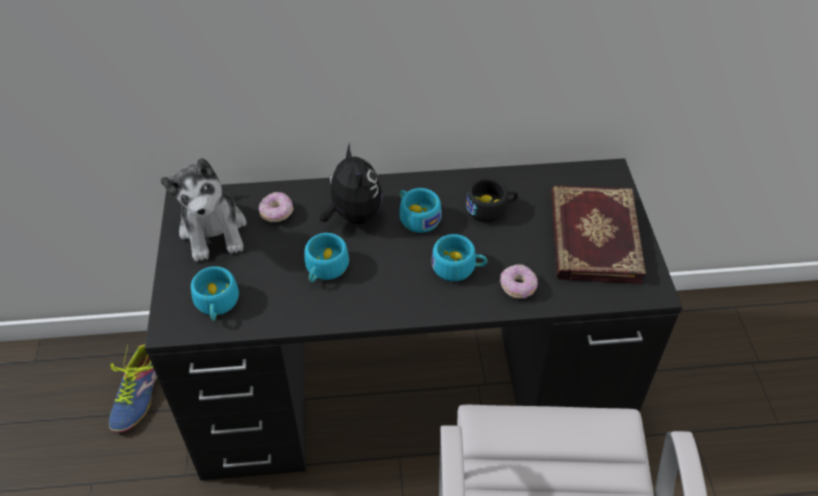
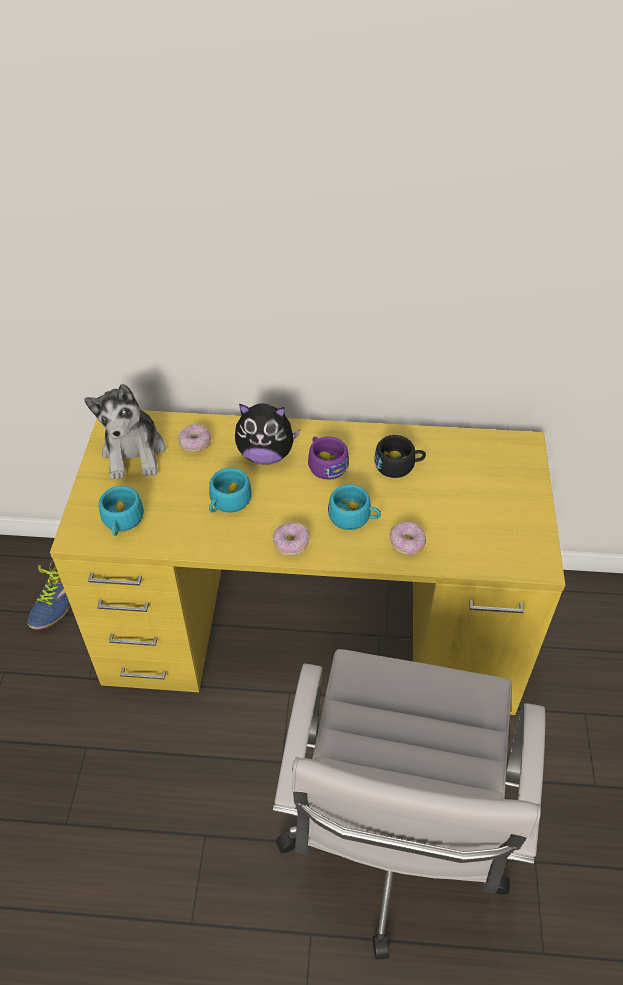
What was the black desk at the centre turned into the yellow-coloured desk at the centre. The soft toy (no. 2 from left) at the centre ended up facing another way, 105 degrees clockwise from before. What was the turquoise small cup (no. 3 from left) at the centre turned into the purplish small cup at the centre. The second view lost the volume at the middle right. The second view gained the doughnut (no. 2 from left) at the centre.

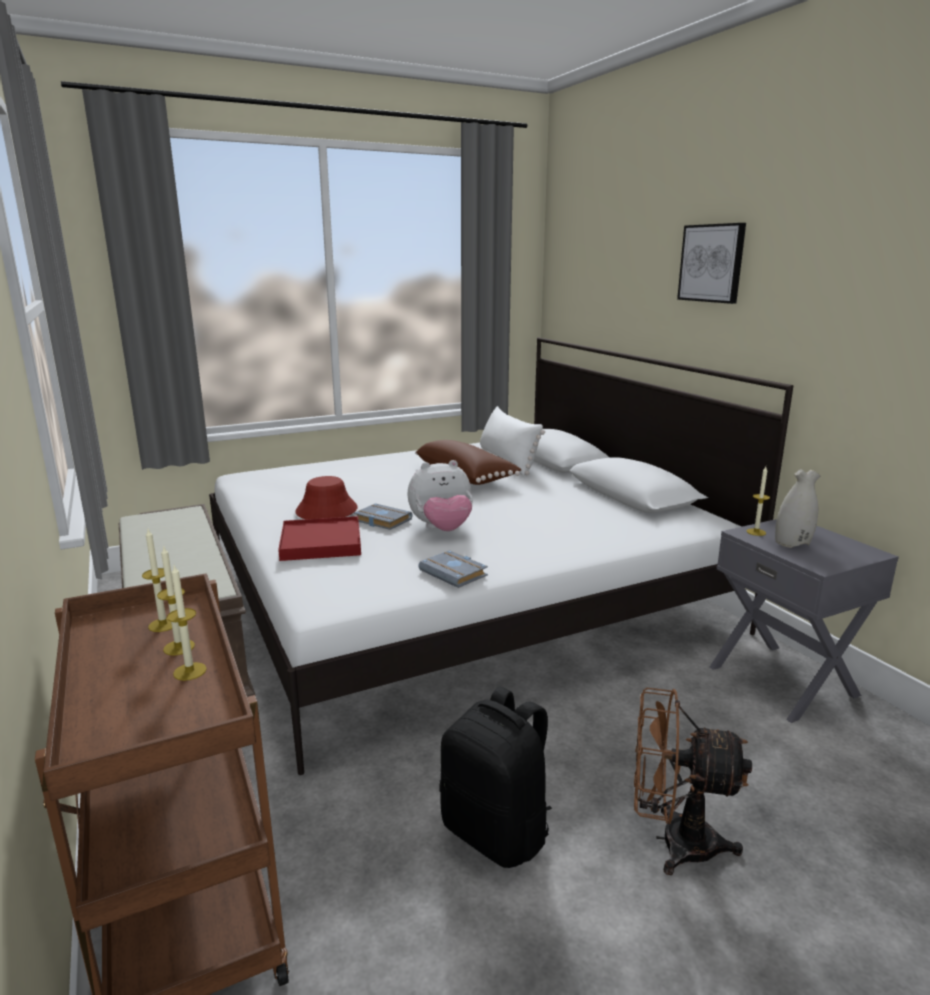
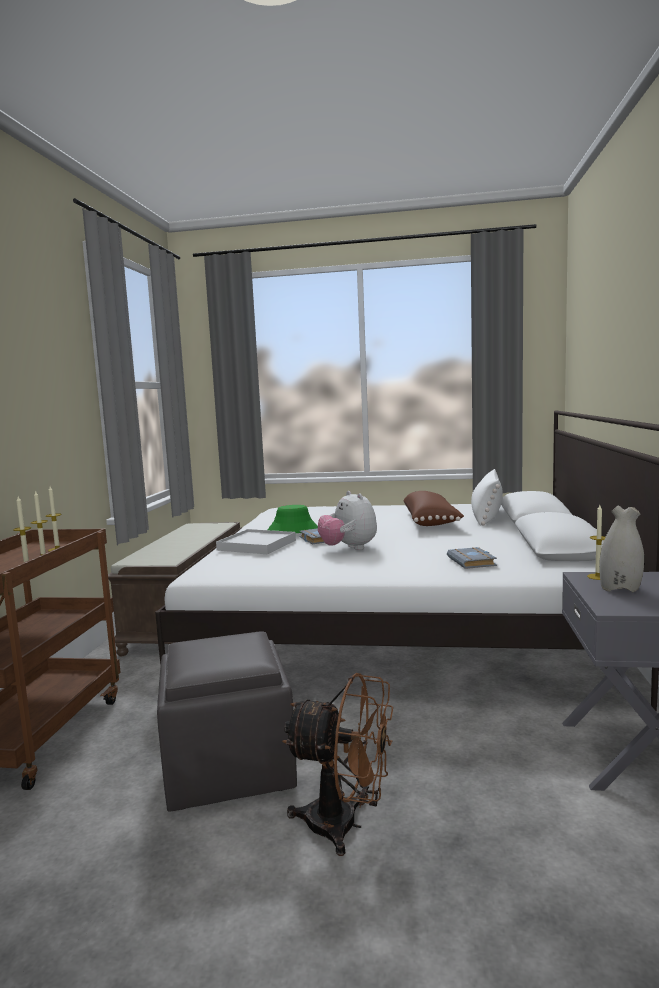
What was the red-coloured carrying tray at the centre turned into the white-coloured carrying tray at the centre. What was the red-coloured wearable hat at the centre turned into the greenish wearable hat at the centre. The soft toy at the centre ended up facing another way, 45 degrees clockwise from before. The gray volume (no. 2 from left) ended up elsewhere, having gone from the centre to the middle right. Where the black backpack stood at the bottom centre, the gray ottoman came to stand at the bottom centre. The brownish fan at the bottom right ended up facing another way, 150 degrees clockwise from before. The second view lost the wall art at the top right.

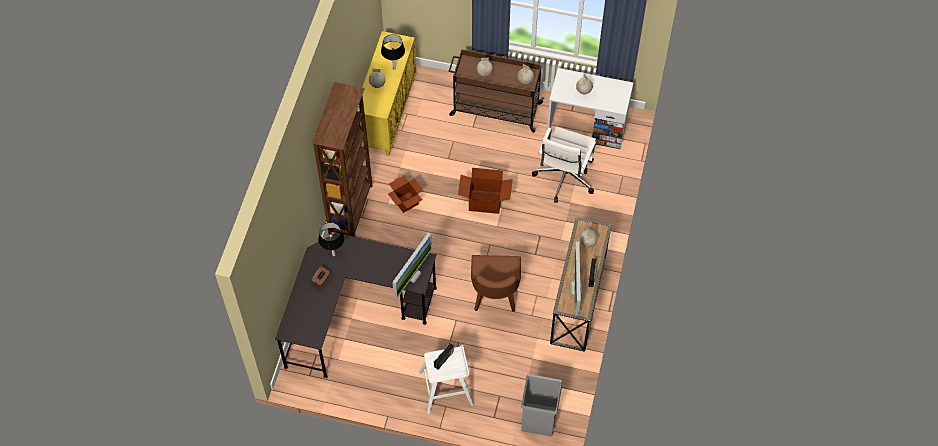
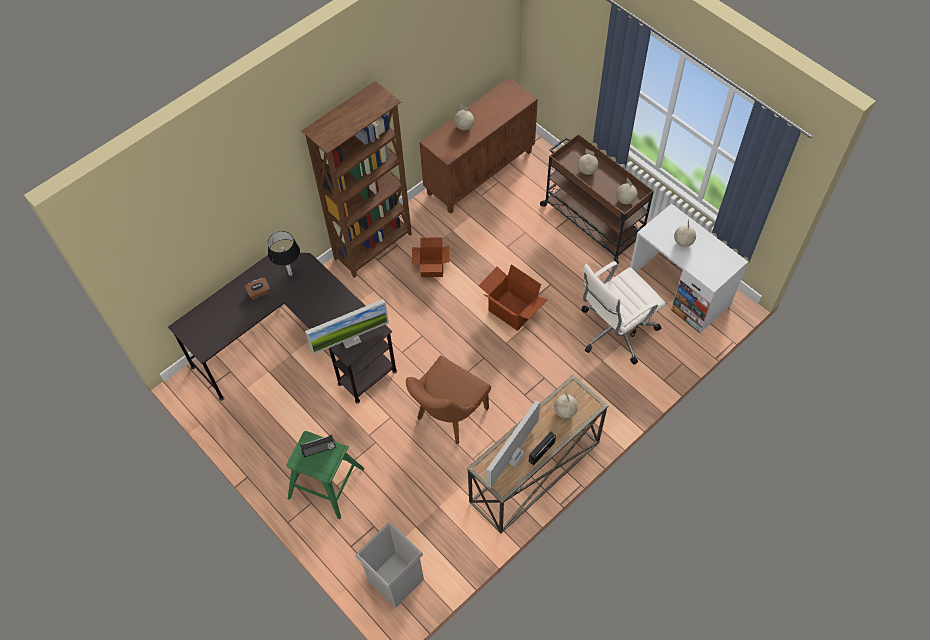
What was the yellow-coloured cabinet at the top centre turned into the brownish cabinet at the top centre. The second view lost the black lamp for a table (no. 2 from left) at the top centre. What was the white-coloured sitting stool at the bottom centre turned into the greenish sitting stool at the bottom centre.

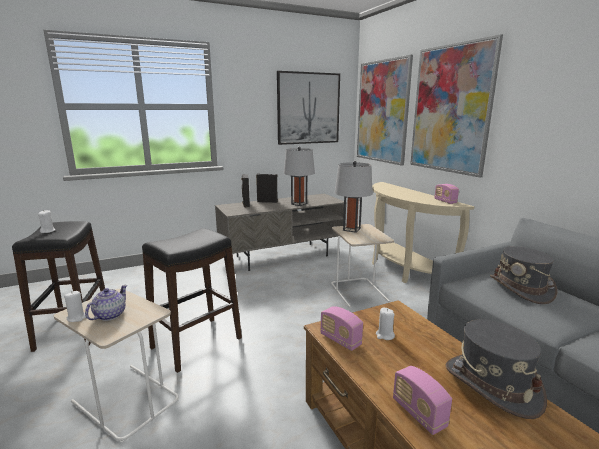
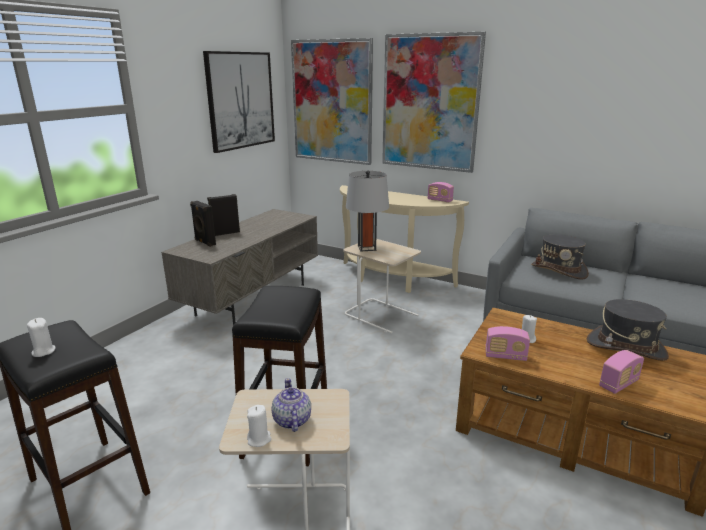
The second view lost the gray lamp for a table (no. 1 from left) at the centre. The radio (no. 2 from left in the first image) at the bottom right ended up facing another way, 60 degrees counterclockwise from before.

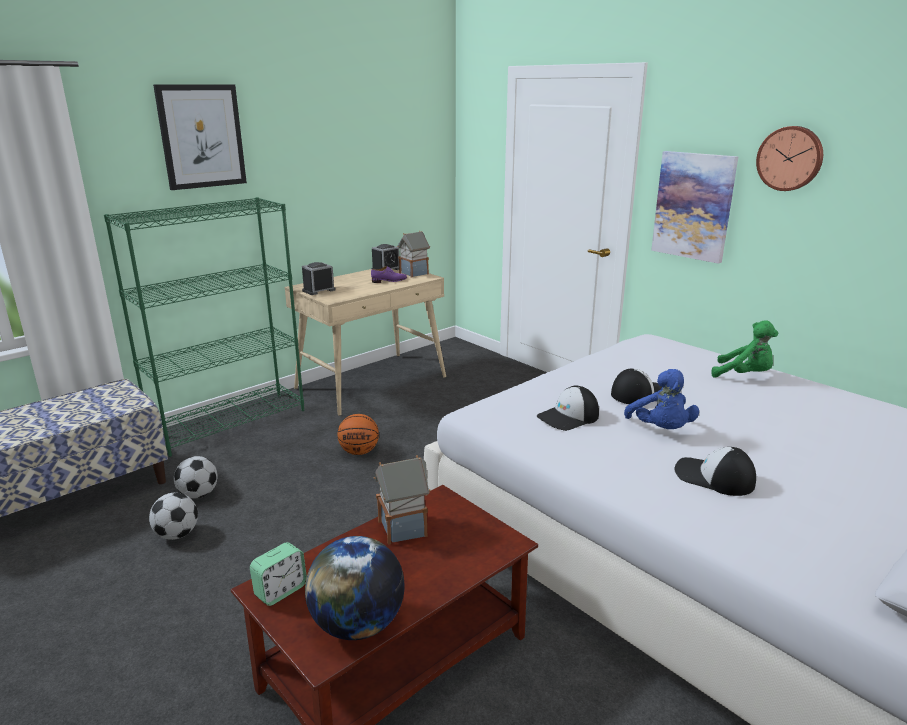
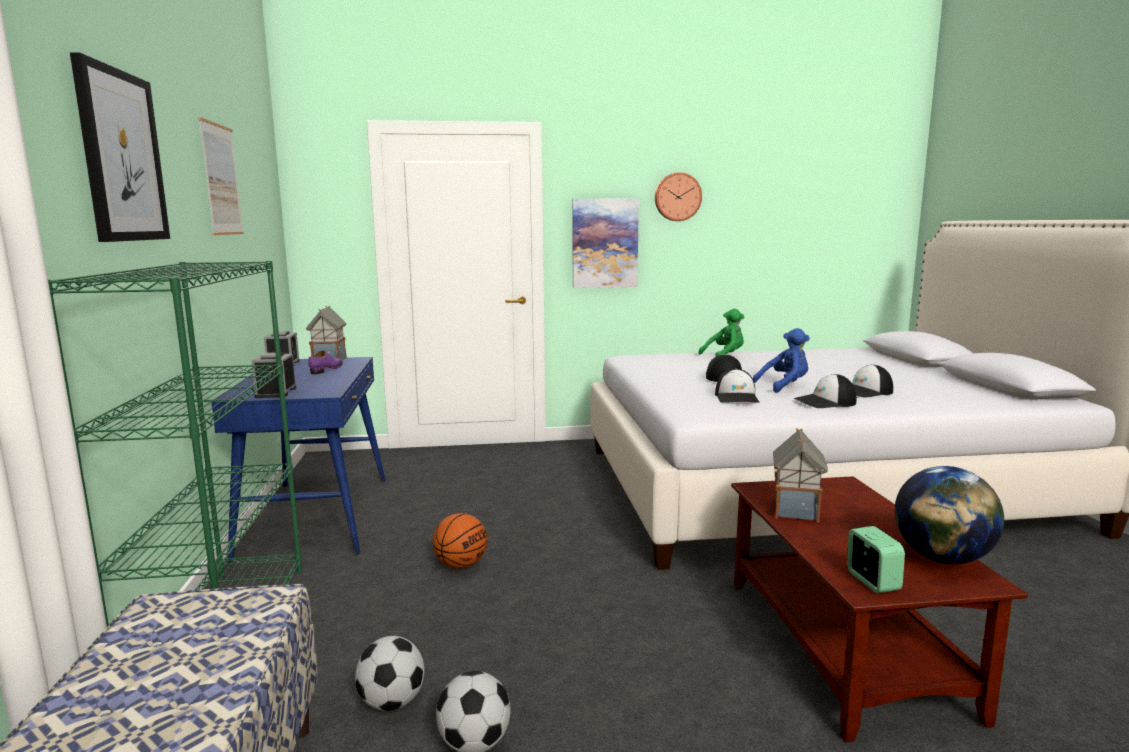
What was the sand-coloured desk at the centre turned into the blue-coloured desk at the middle left. The blue-coloured soft toy at the middle right ended up facing another way, 45 degrees counterclockwise from before. The second view gained the wall art (no. 2 from left) at the top left. The second view gained the baseball cap (no. 3 from left) at the middle right.

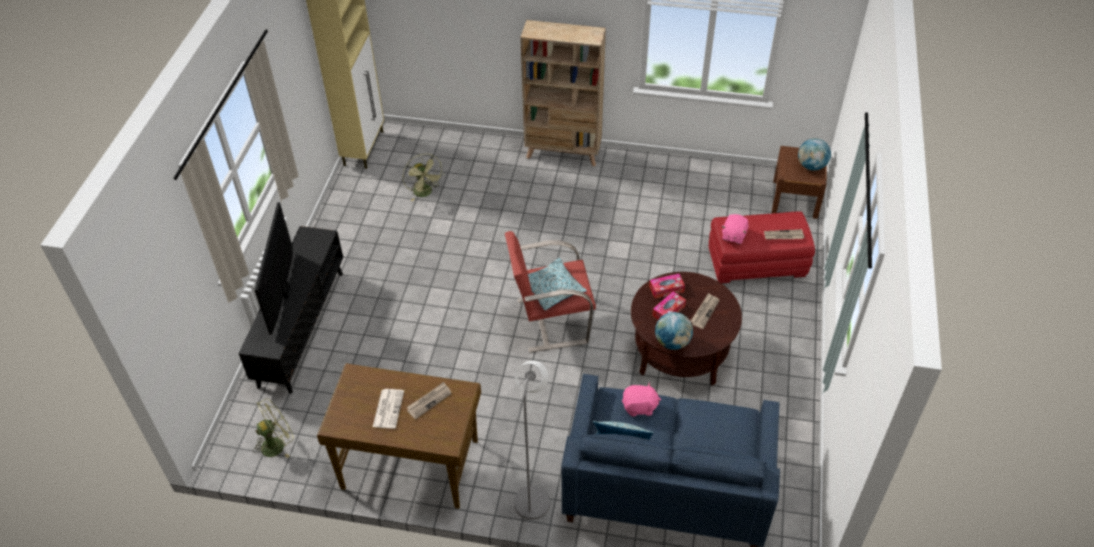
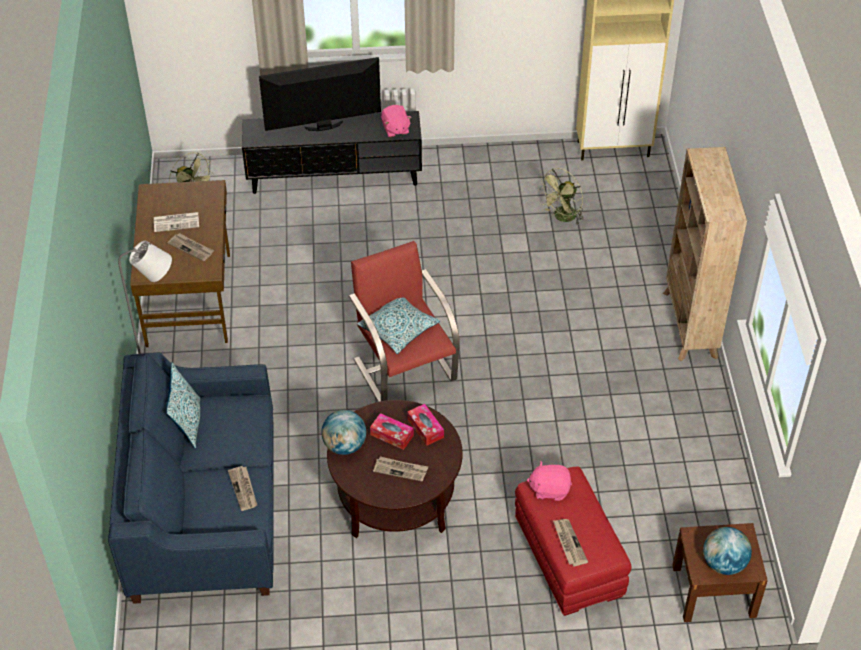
The pink-coloured soft toy (no. 1 from left) ended up elsewhere, having gone from the bottom centre to the top centre. The second view gained the daily paper (no. 3 from left) at the bottom left.

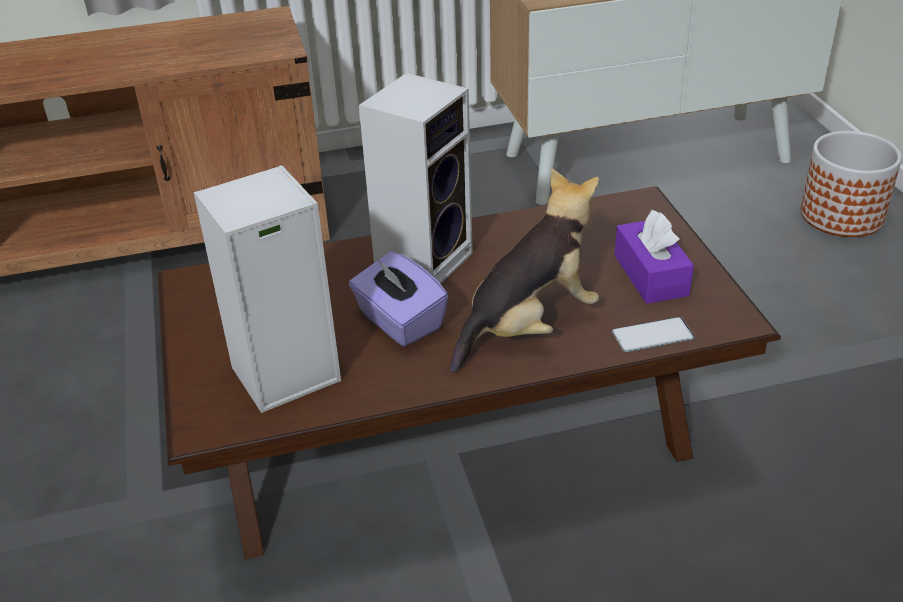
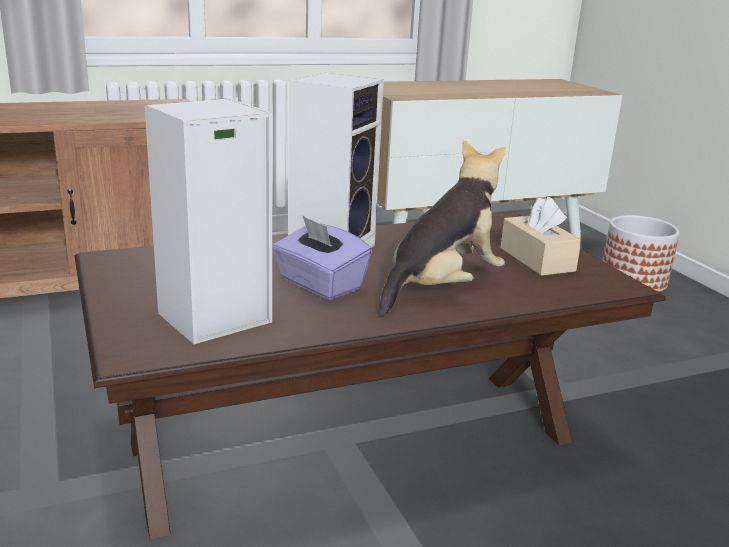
The second view lost the phone at the middle right. What was the purplish box of tissues (no. 2 from left) at the middle right turned into the sand-coloured box of tissues at the middle right.

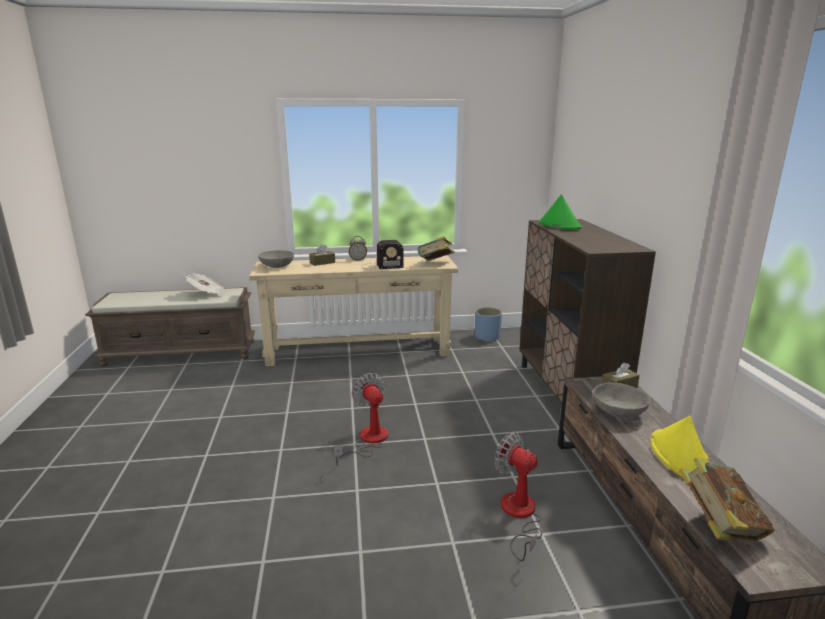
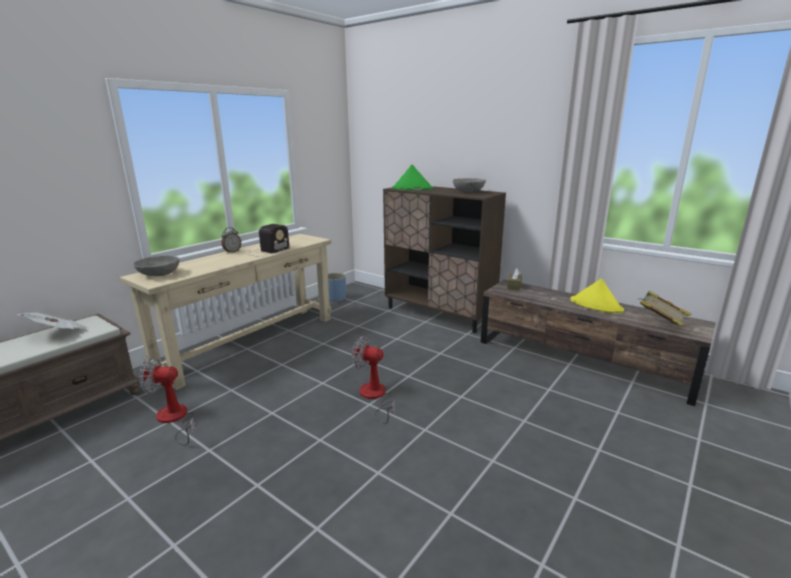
The second view lost the brownish box of tissues (no. 1 from left) at the centre. The second view lost the volume (no. 1 from left) at the centre. The fan (no. 2 from left in the first image) ended up elsewhere, having gone from the bottom centre to the bottom left. The gray serving bowl (no. 2 from left) ended up elsewhere, having gone from the middle right to the top centre.

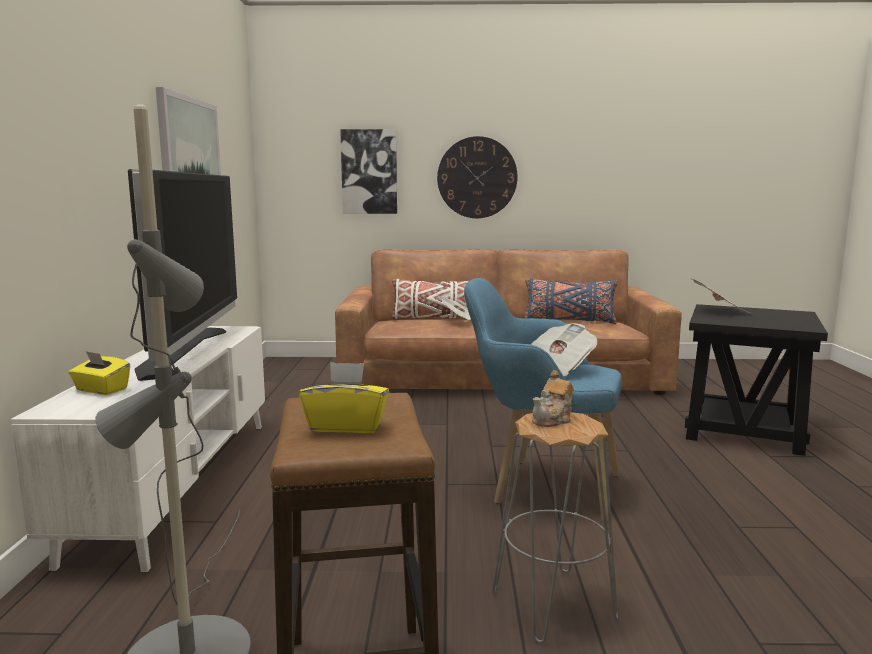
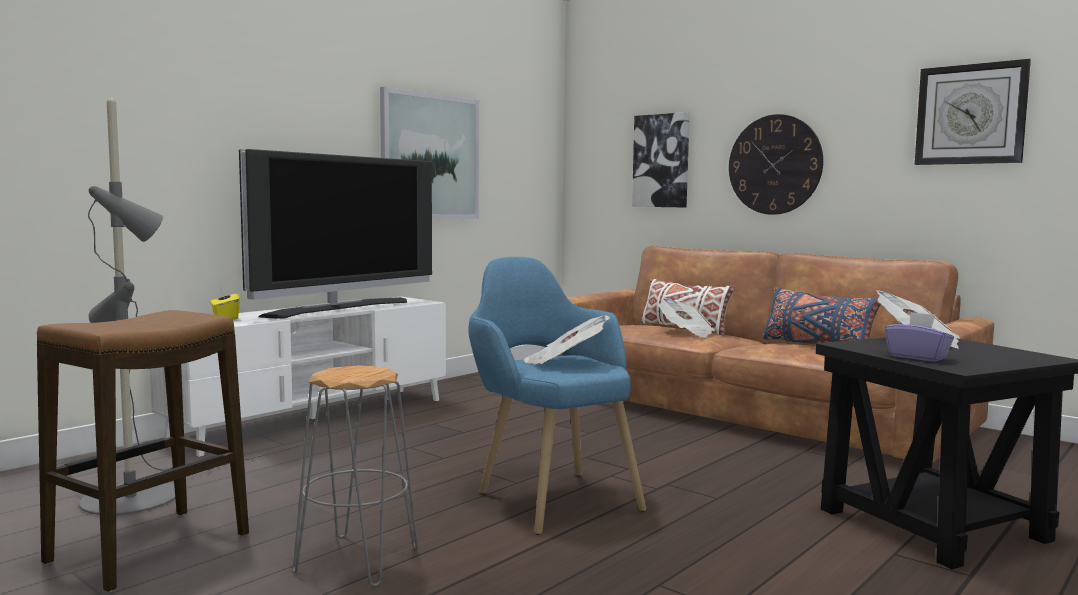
The second view lost the yellow-coloured box of tissues (no. 2 from left) at the centre. The second view lost the tea pot at the centre. The second view gained the purplish box of tissues at the middle right. The second view gained the hanging clock (no. 2 from left) at the top right.

